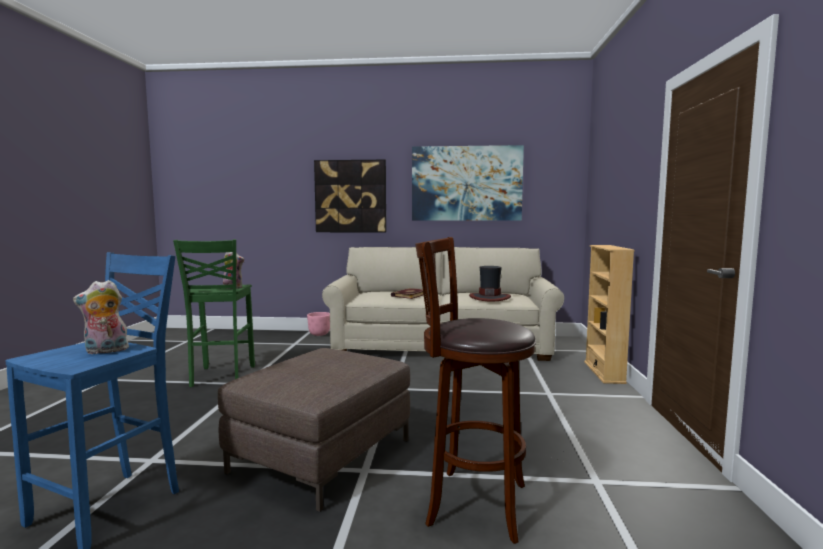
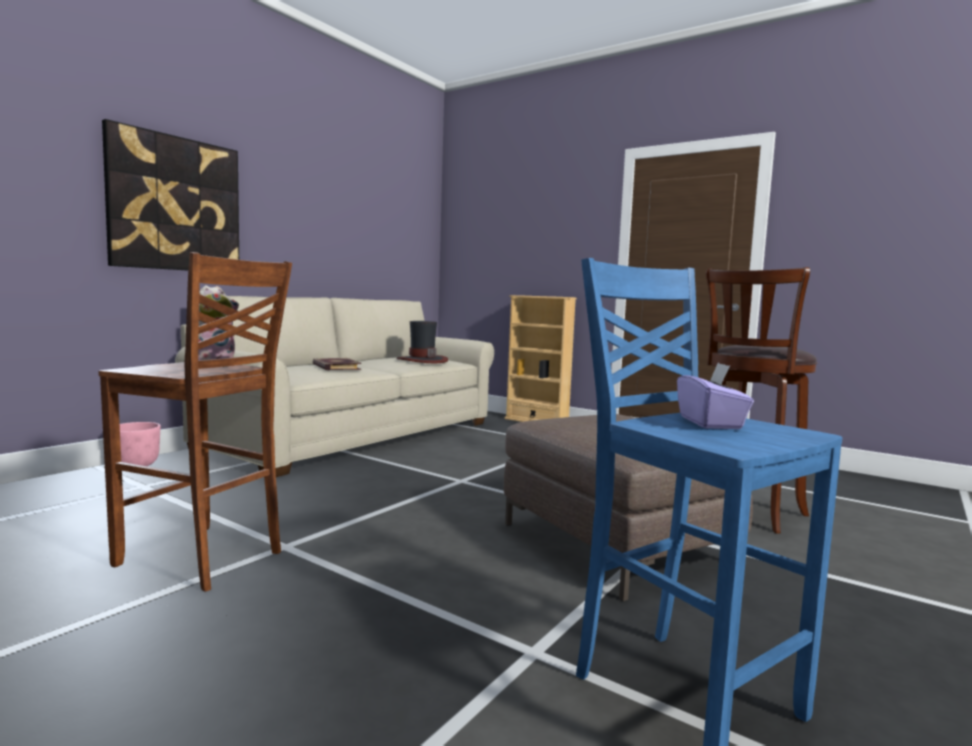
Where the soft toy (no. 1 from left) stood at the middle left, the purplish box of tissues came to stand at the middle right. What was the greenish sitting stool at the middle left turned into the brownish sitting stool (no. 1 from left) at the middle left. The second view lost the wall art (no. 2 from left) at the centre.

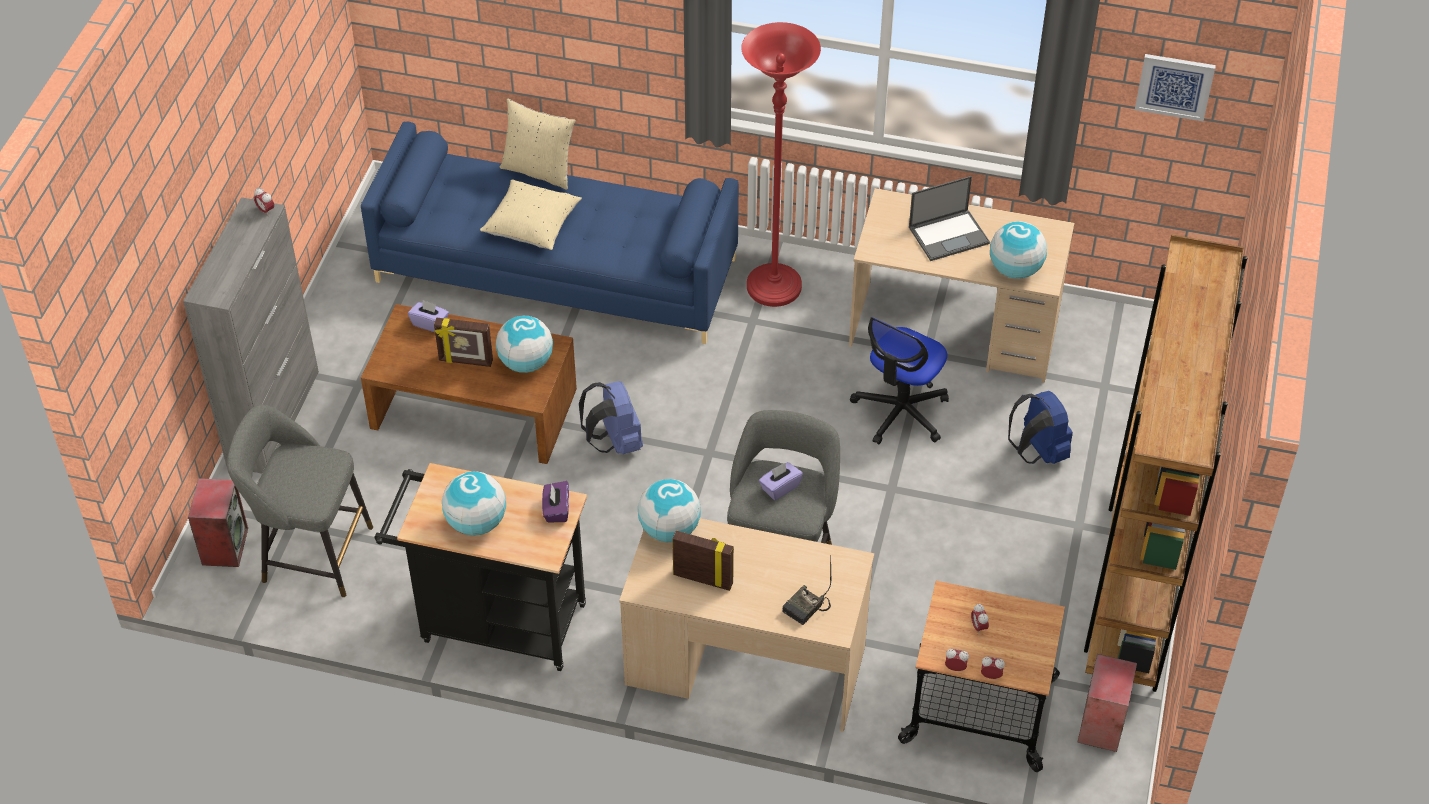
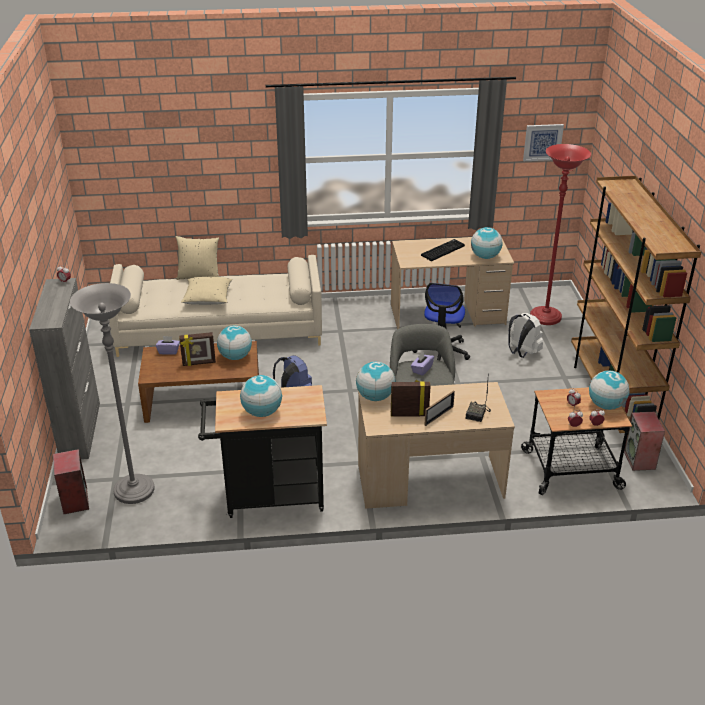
Where the gray sitting stool (no. 1 from left) stood at the middle left, the gray standard lamp came to stand at the middle left. What was the blue-coloured couch at the top centre turned into the sand-coloured couch at the middle left. The second view lost the purplish box of tissues (no. 2 from left) at the centre. The red-coloured standard lamp ended up elsewhere, having gone from the top centre to the top right. Where the notebook computer stood at the top centre, the computer keyboard came to stand at the centre. What was the blue-coloured backpack (no. 2 from left) at the middle right turned into the white-coloured backpack at the middle right. The second view gained the standing frame (no. 3 from left) at the centre. The second view gained the world globe (no. 5 from left) at the middle right.

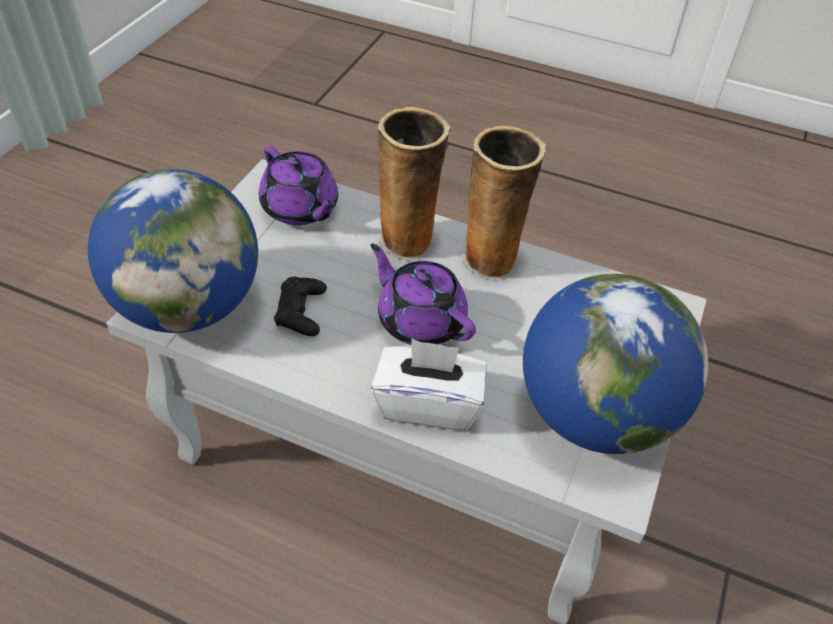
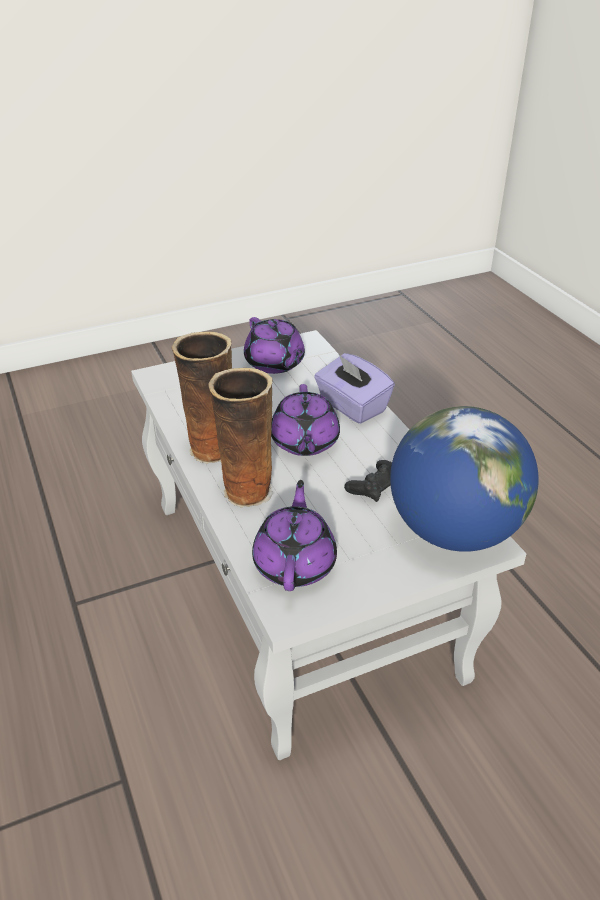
What was the white-coloured box of tissues at the centre turned into the purplish box of tissues at the centre. Where the world globe (no. 2 from left) stood at the middle right, the purplish tea pot (no. 1 from left) came to stand at the centre.

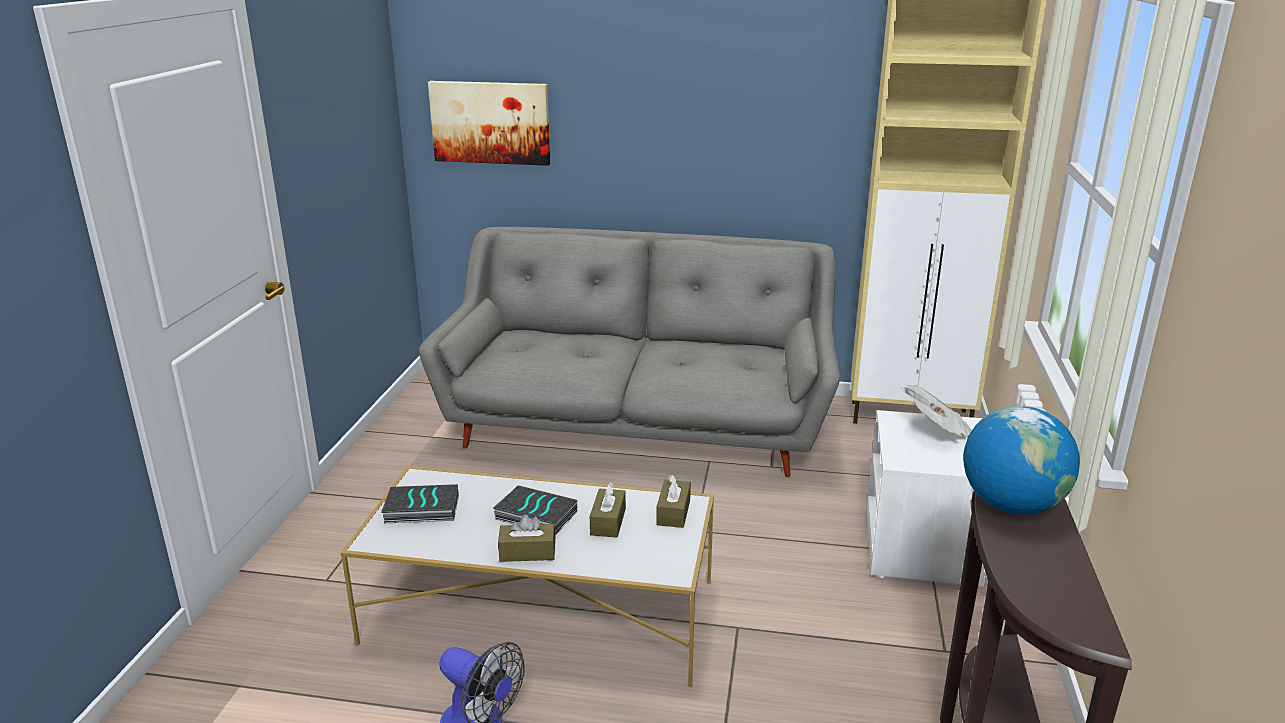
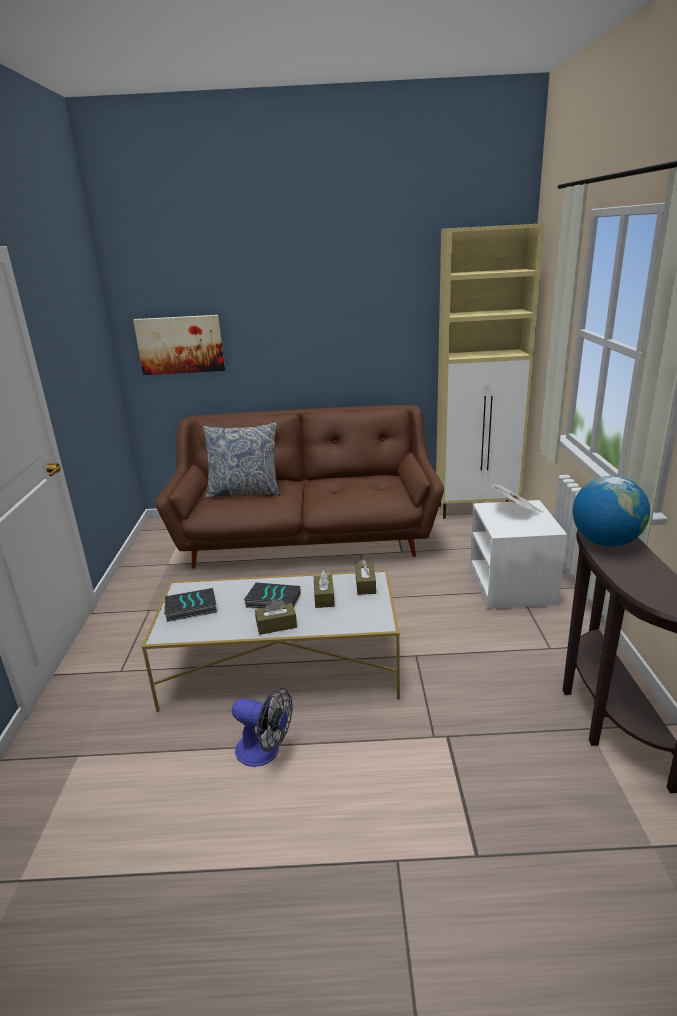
What was the gray couch at the centre turned into the brownish couch at the centre. The second view gained the pillow at the centre.

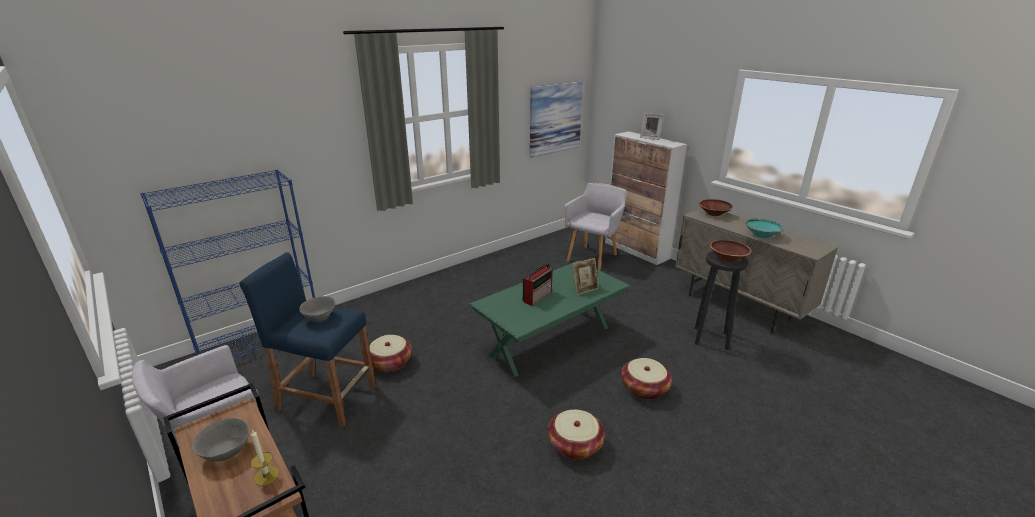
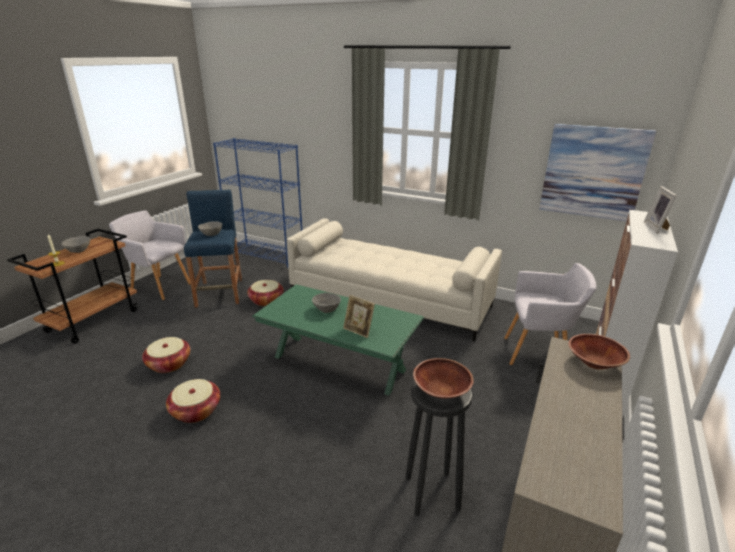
Where the radio stood at the centre, the gray serving bowl (no. 3 from left) came to stand at the centre. The storage basket (no. 3 from left in the first image) ended up elsewhere, having gone from the bottom centre to the middle left. The second view lost the turquoise serving bowl at the middle right. The second view gained the sand-coloured couch at the centre.

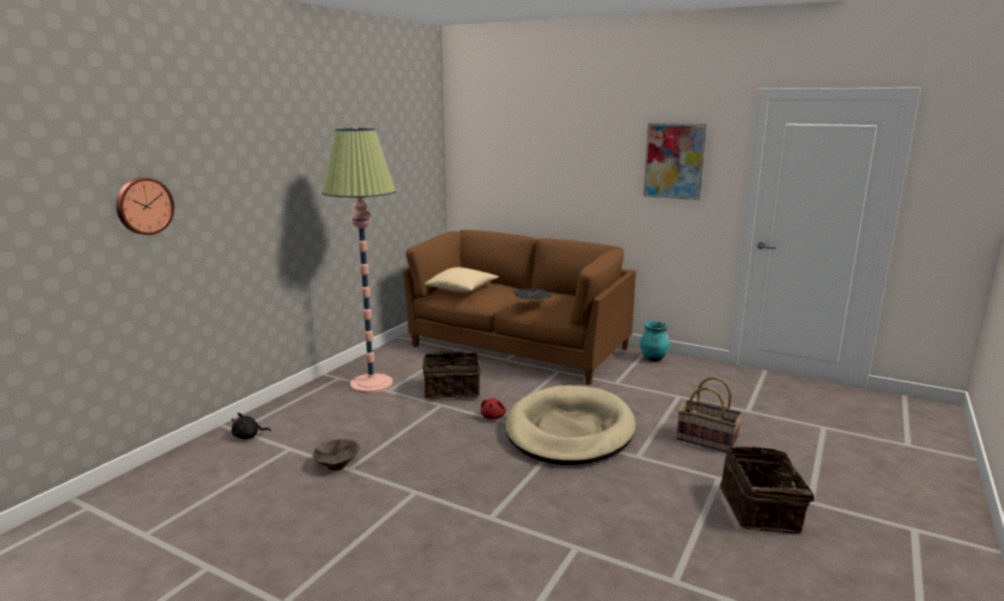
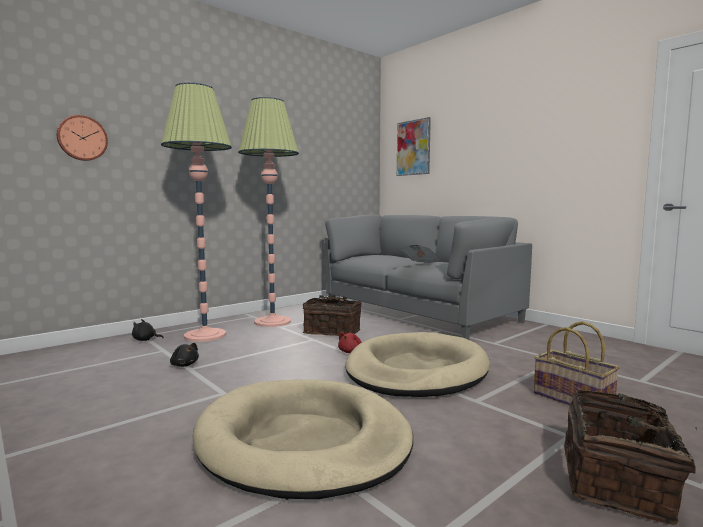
Where the brownish serving bowl stood at the bottom centre, the black soft toy (no. 2 from left) came to stand at the bottom left. What was the brownish couch at the centre turned into the gray couch at the centre. The second view lost the sand-coloured pillow at the centre. The second view lost the turquoise decorative vase at the centre. The wall art ended up elsewhere, having gone from the top right to the top centre. The second view gained the standard lamp (no. 1 from left) at the middle left. The second view gained the sand-coloured pet bed (no. 1 from left) at the bottom centre.

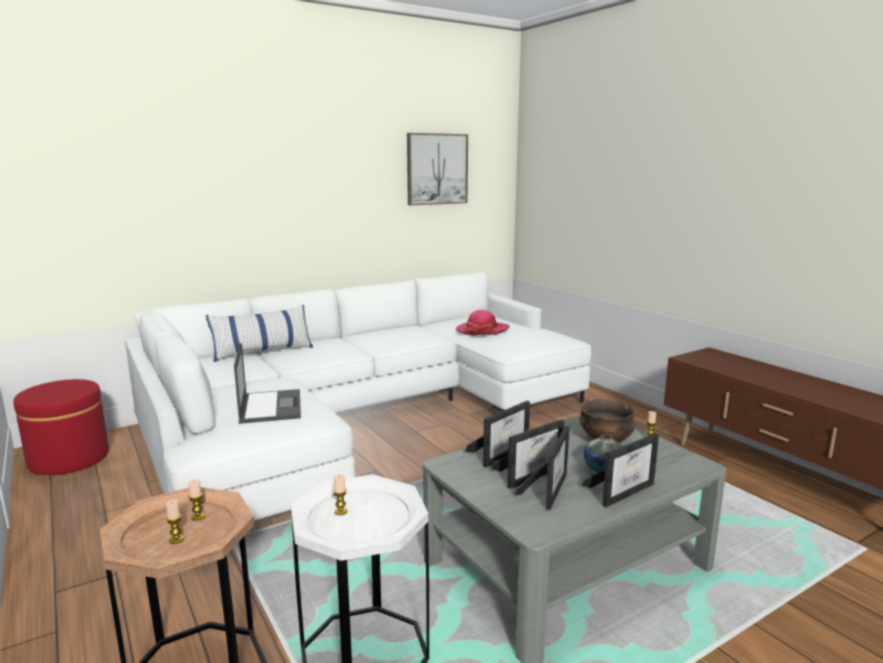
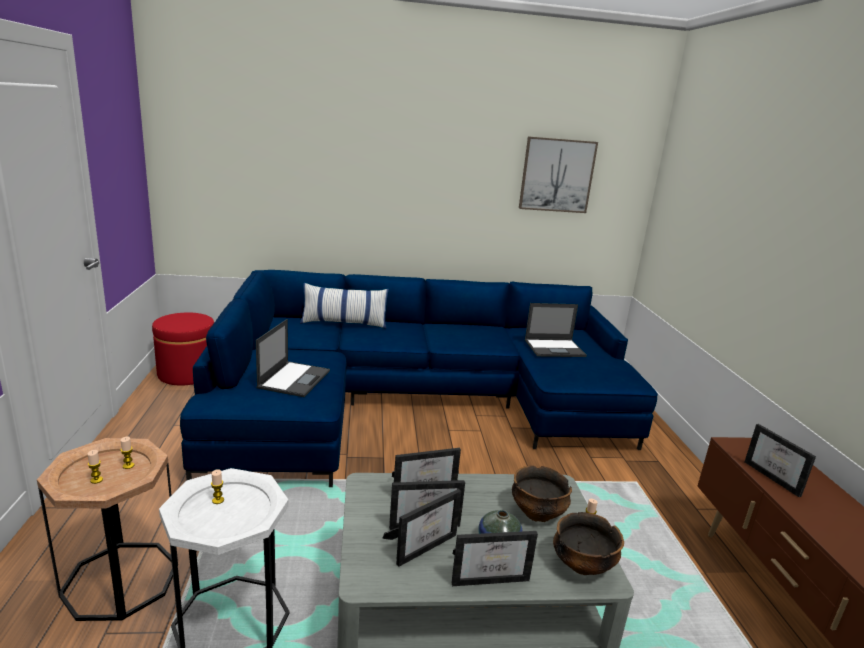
What was the white-coloured couch at the centre turned into the blue-coloured couch at the centre. Where the wearable hat stood at the centre, the notebook computer (no. 2 from left) came to stand at the centre. The second view gained the serving bowl (no. 2 from left) at the bottom right. The second view gained the standing frame (no. 5 from left) at the bottom right.

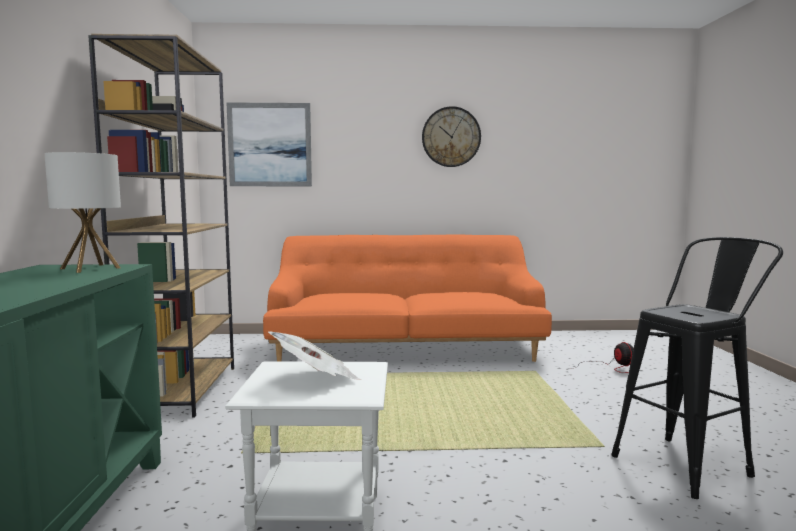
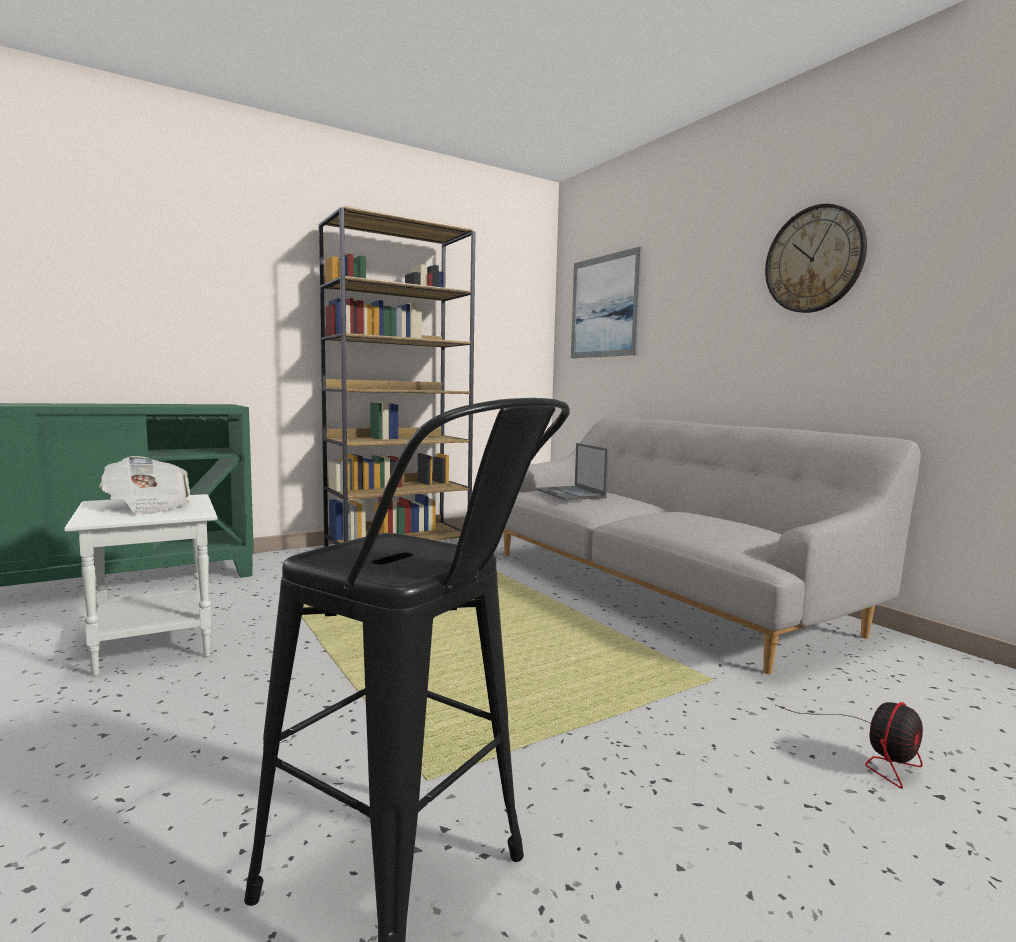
The second view lost the lamp for a table at the middle left. What was the orangey couch at the centre turned into the gray couch at the middle right. The second view gained the notebook computer at the centre.

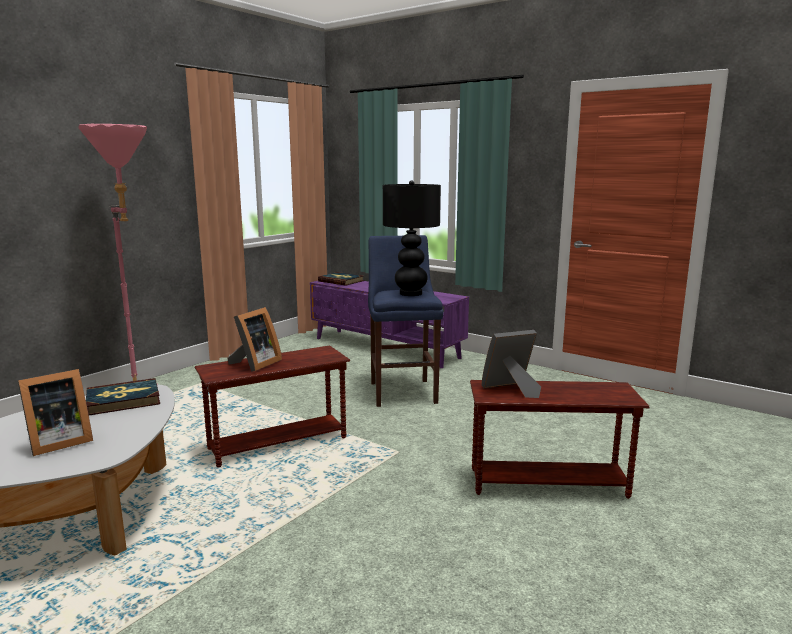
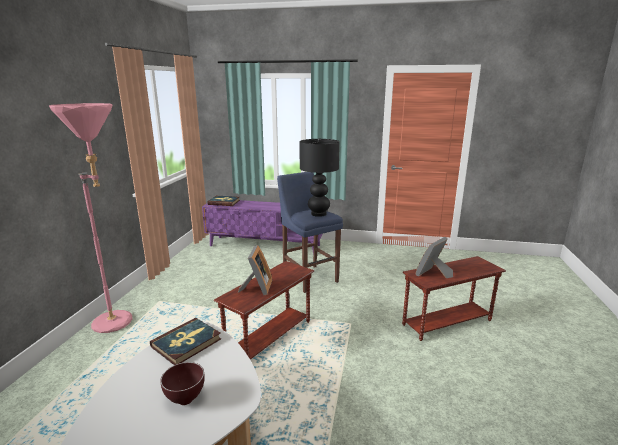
Where the standing frame (no. 1 from left) stood at the middle left, the brownish serving bowl came to stand at the bottom left.

